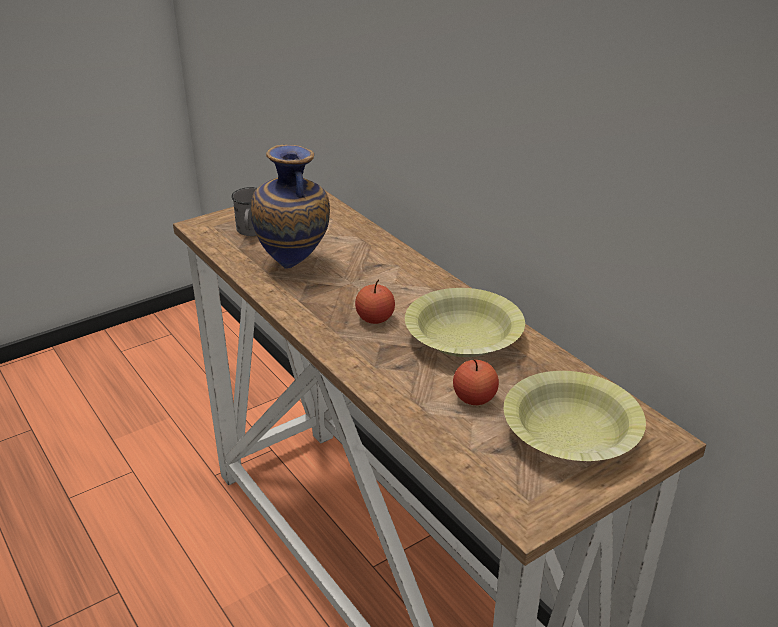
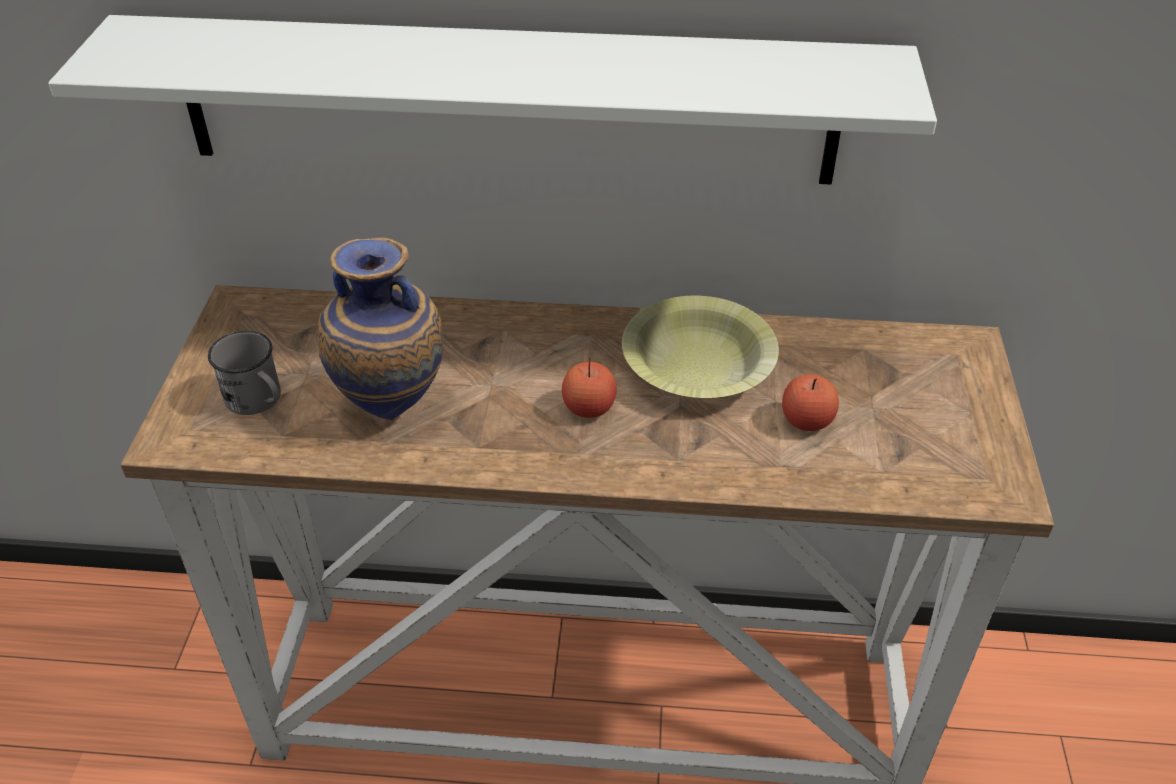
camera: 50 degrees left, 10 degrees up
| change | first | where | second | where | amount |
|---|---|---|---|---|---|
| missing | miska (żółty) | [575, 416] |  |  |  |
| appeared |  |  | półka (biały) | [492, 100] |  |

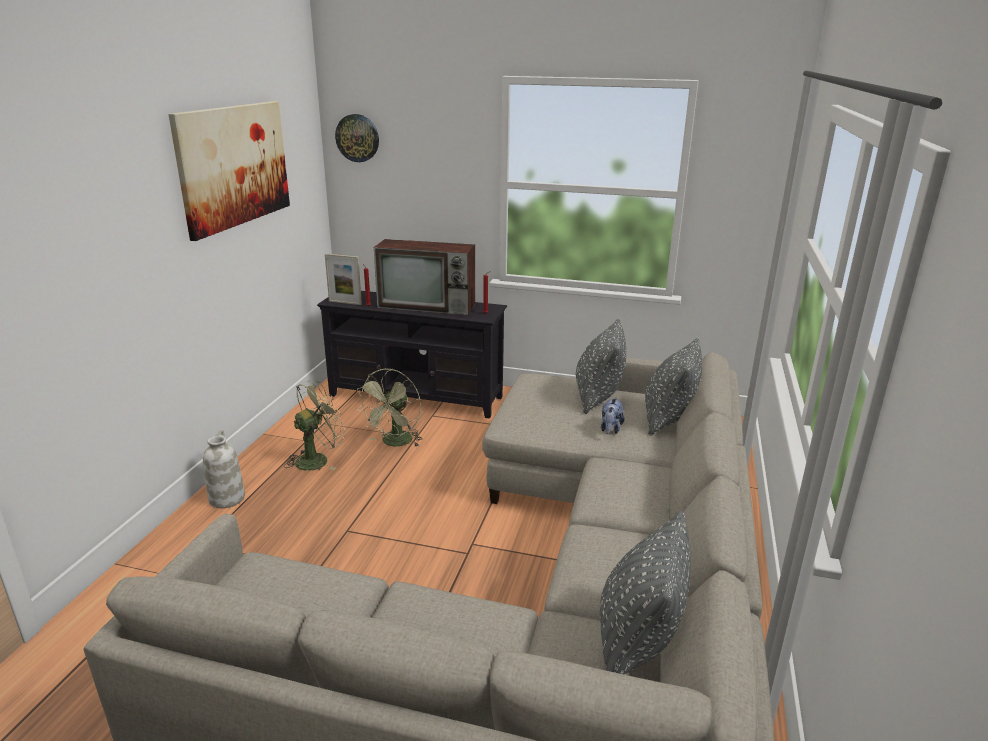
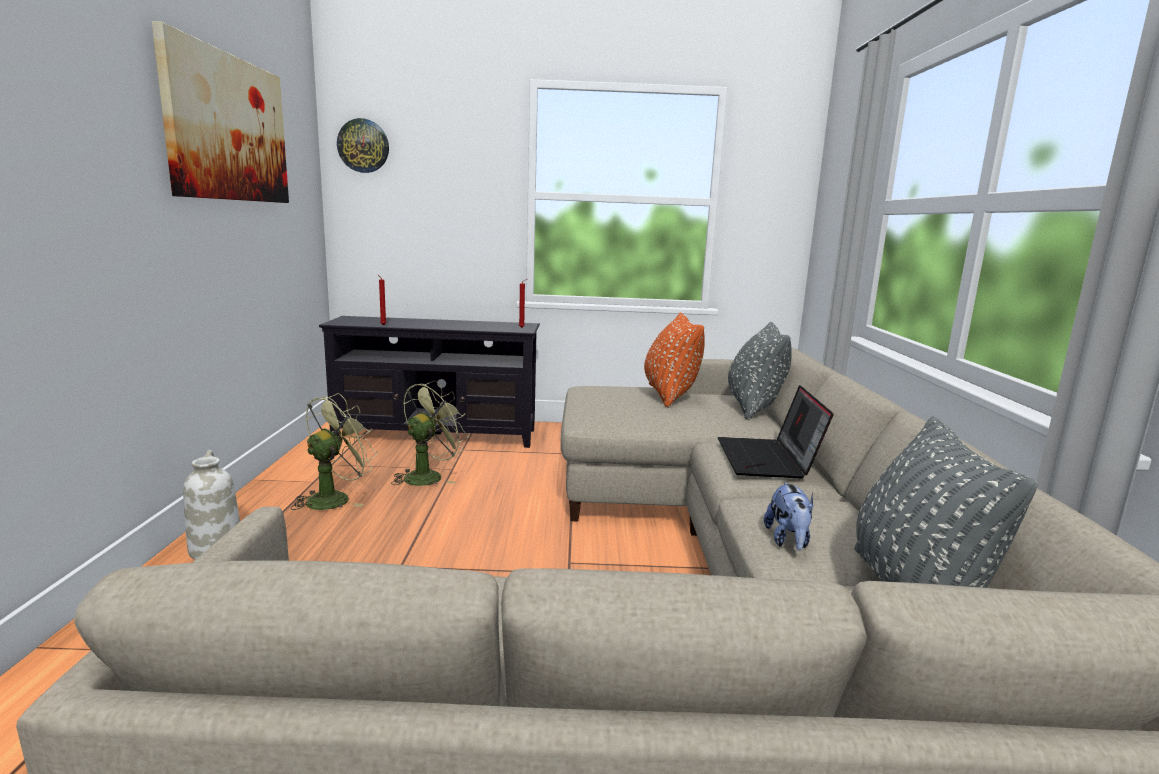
camera: 15 degrees left, 10 degrees down
| change | first | where | second | where | amount |
|---|---|---|---|---|---|
| missing | ramka na zdjęcie | [343, 279] |  |  |  |
| missing | telewizor | [424, 277] |  |  |  |
| appeared |  |  | laptop | [776, 431] |  |
| relocated | pluszak | [612, 415] |  | [789, 516] |  |
| colour | poduszka (szary) | [601, 366] | poduszka (pomarańczowy) | [674, 360] |  |
| spun | wentylator (zielony) | [389, 408] |  | [430, 433] | 150 degrees counterclockwise |

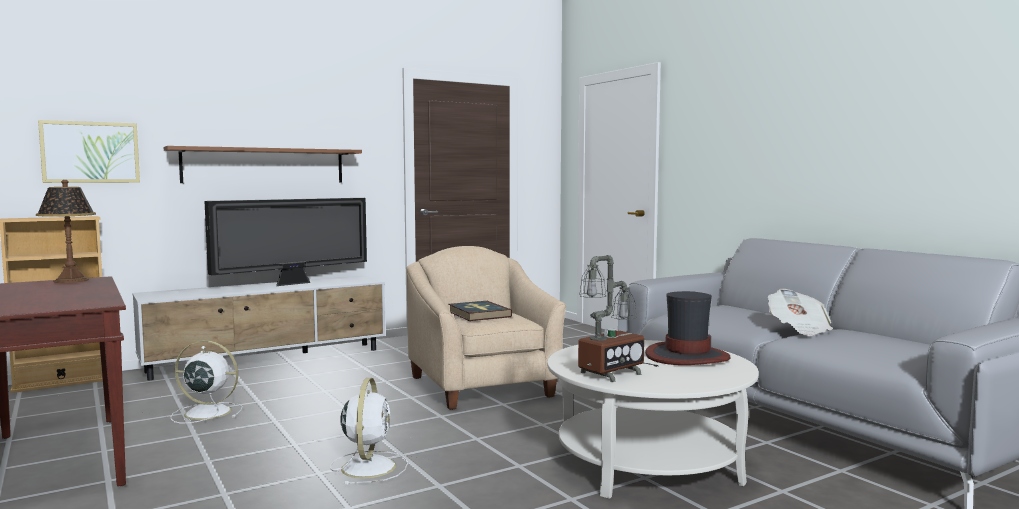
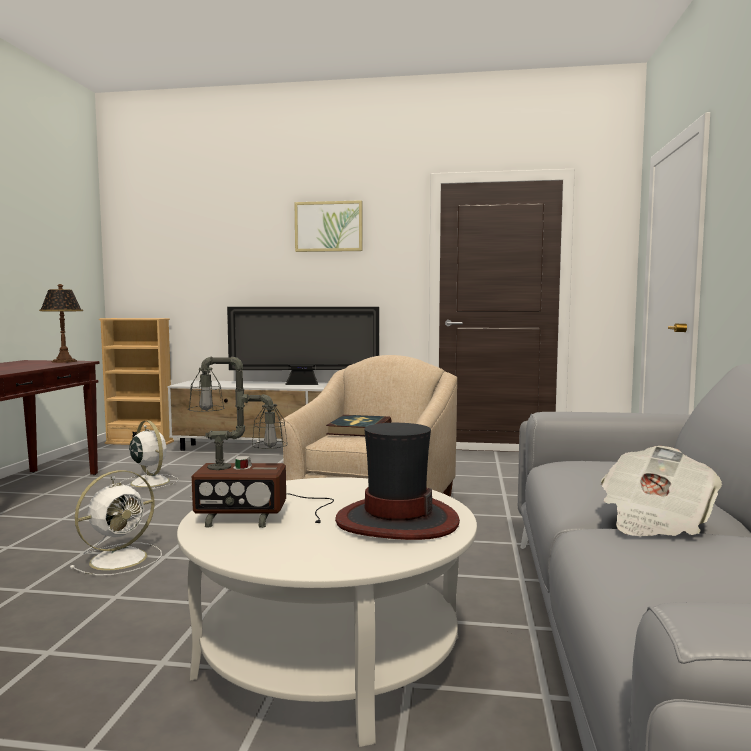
camera: 40 degrees right, 0 degrees up
| change | first | where | second | where | amount |
|---|---|---|---|---|---|
| missing | półka (brązowy) | [263, 164] |  |  |  |
| relocated | obraz | [89, 151] |  | [329, 226] |  |

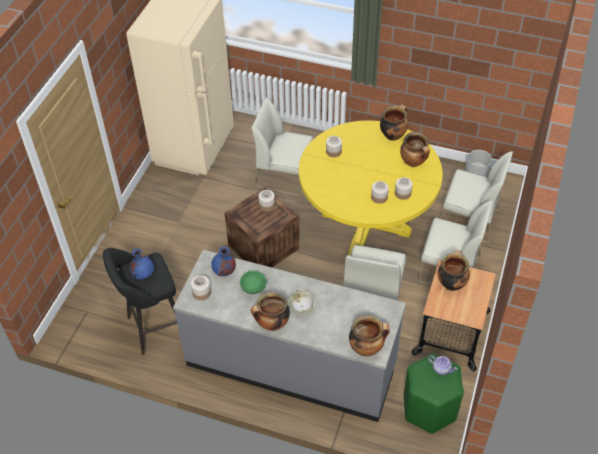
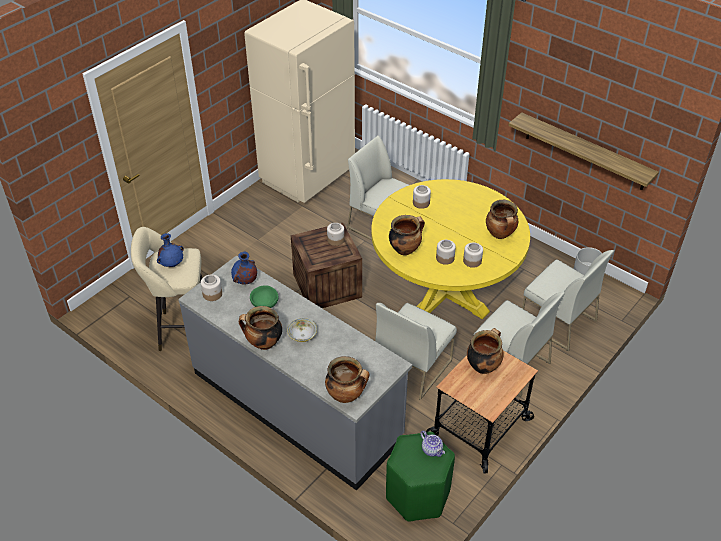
camera: 20 degrees right, 5 degrees down
| change | first | where | second | where | amount |
|---|---|---|---|---|---|
| appeared |  |  | półka | [583, 151] |  |
| relocated | garnek | [394, 123] |  | [407, 235] |  |
| colour | stołek (czarny) | [140, 301] | stołek (beżowy) | [166, 289] |  |

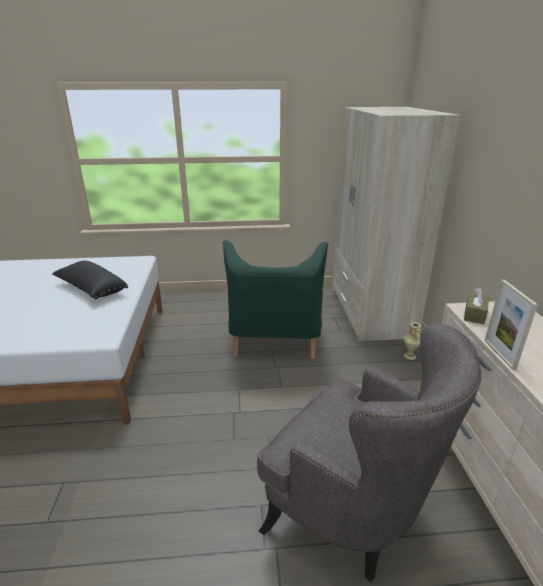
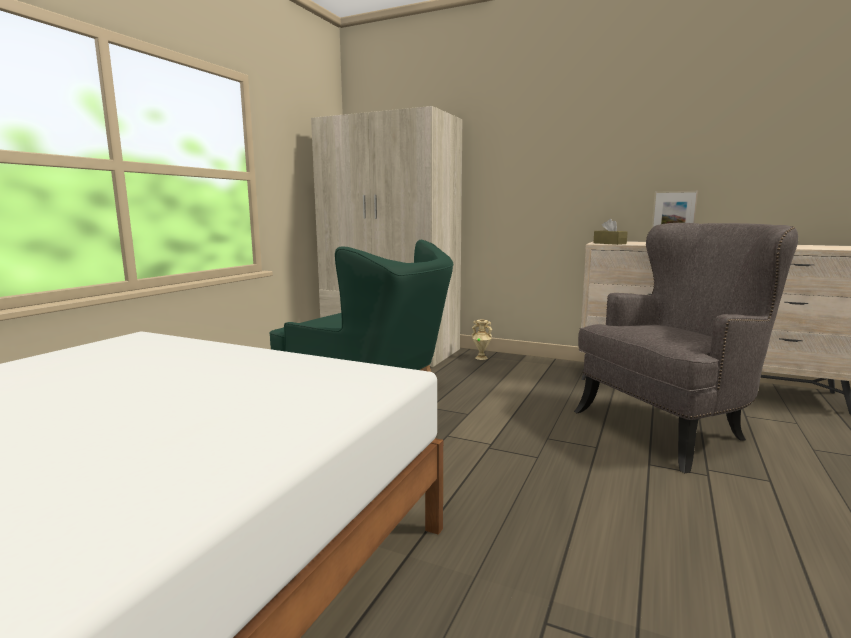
camera: 60 degrees left, 15 degrees down
| change | first | where | second | where | amount |
|---|---|---|---|---|---|
| missing | poduszka (czarny) | [90, 279] |  |  |  |

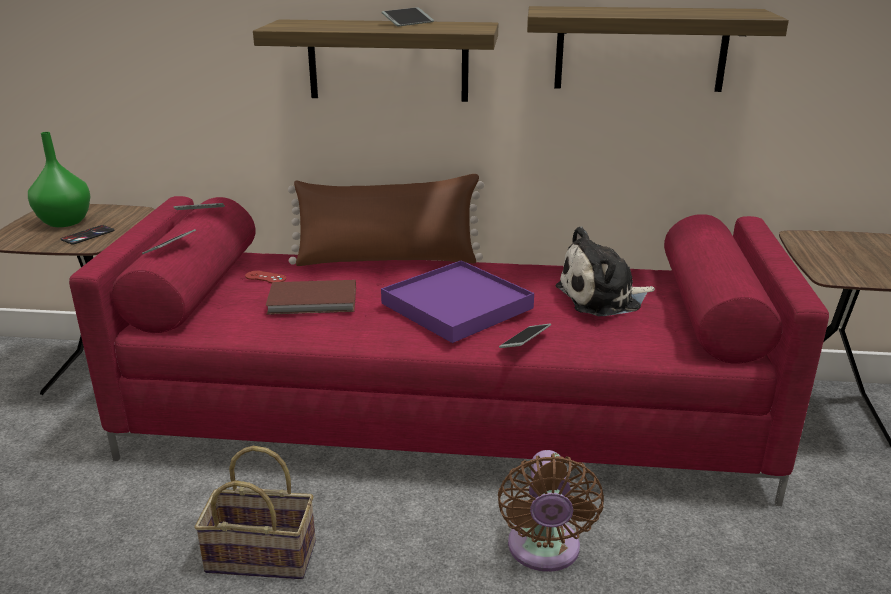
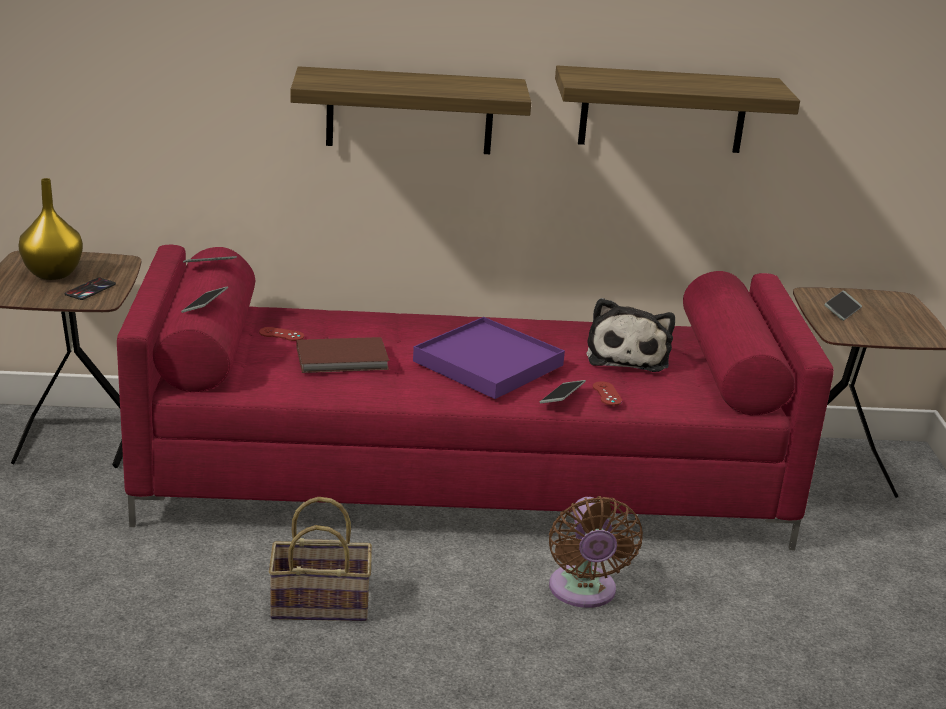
camera: 10 degrees left, 0 degrees up
| change | first | where | second | where | amount |
|---|---|---|---|---|---|
| missing | poduszka (brązowy) | [386, 220] |  |  |  |
| appeared |  |  | pad do gier (czerwony) | [607, 393] |  |
| relocated | telefon | [408, 16] |  | [843, 306] |  |
| colour | wazon (zielony) | [59, 179] | wazon (żółty) | [50, 229] |  |
| spun | pluszak | [605, 271] |  | [631, 335] | 60 degrees counterclockwise |

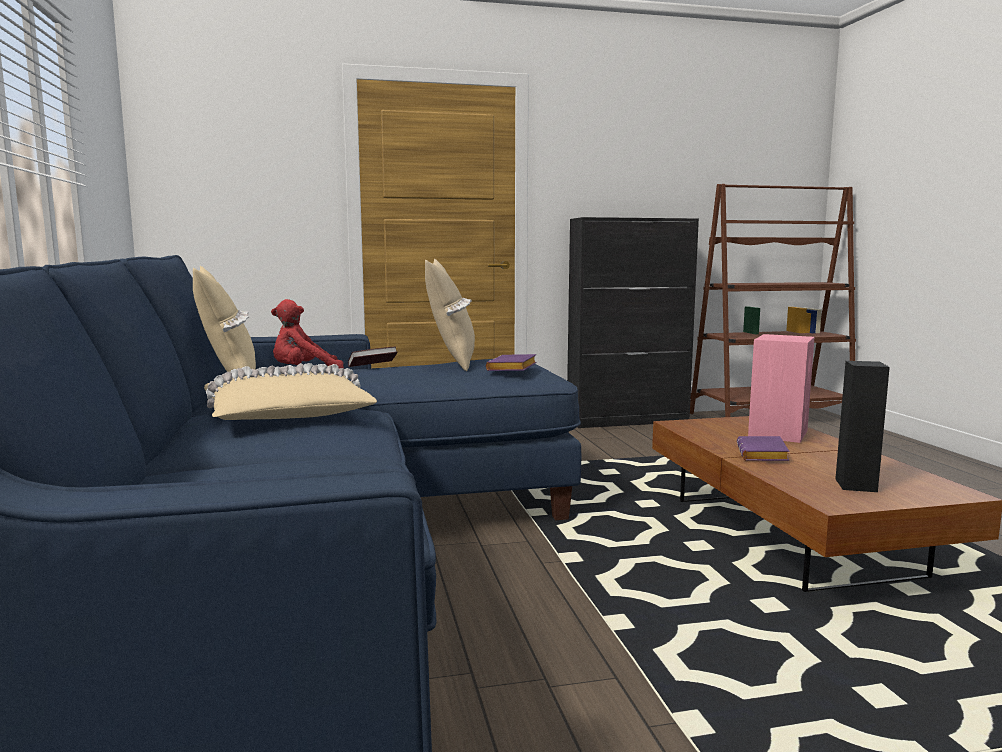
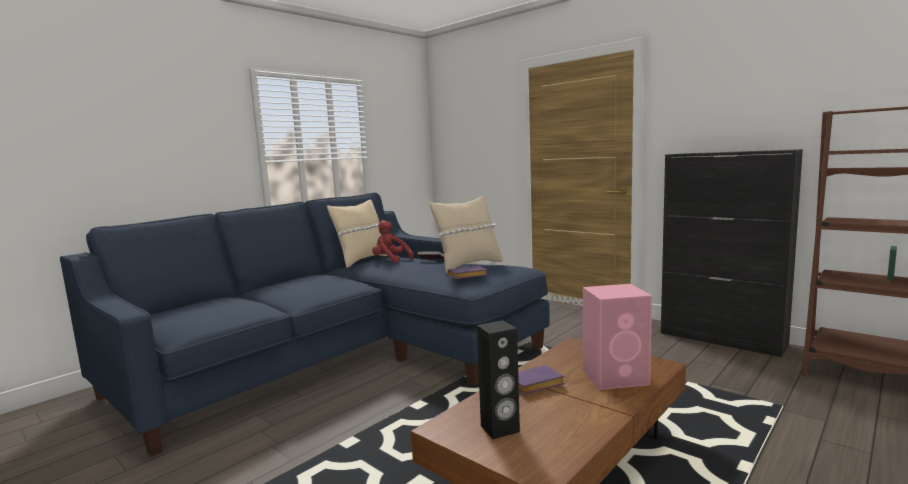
camera: 55 degrees right, 0 degrees up
| change | first | where | second | where | amount |
|---|---|---|---|---|---|
| missing | poduszka (beżowy) | [290, 391] |  |  |  |

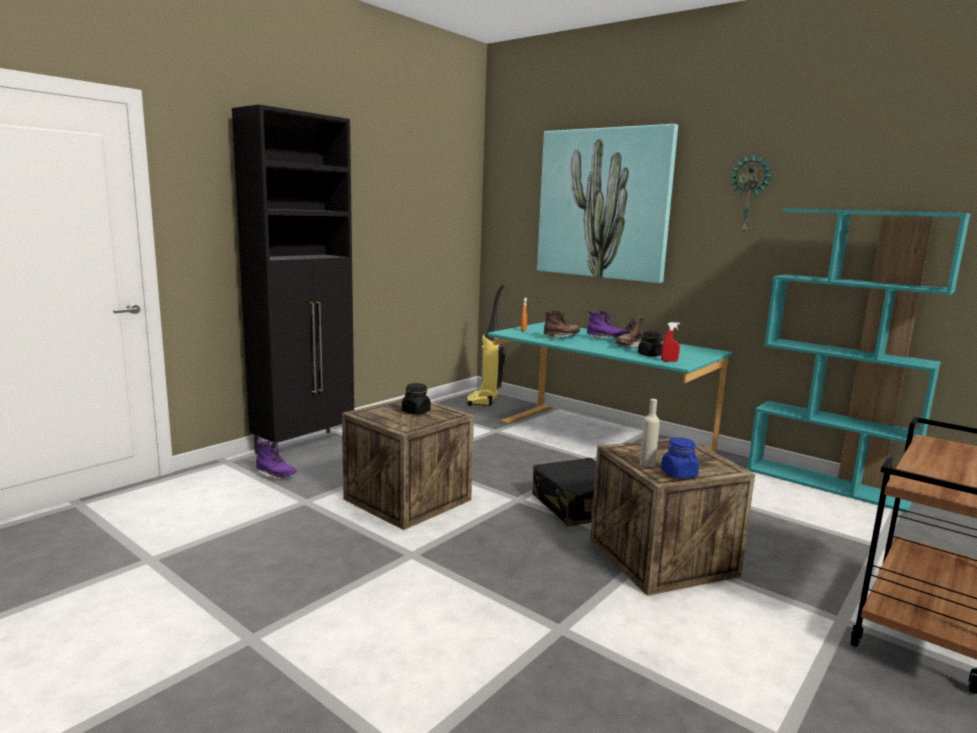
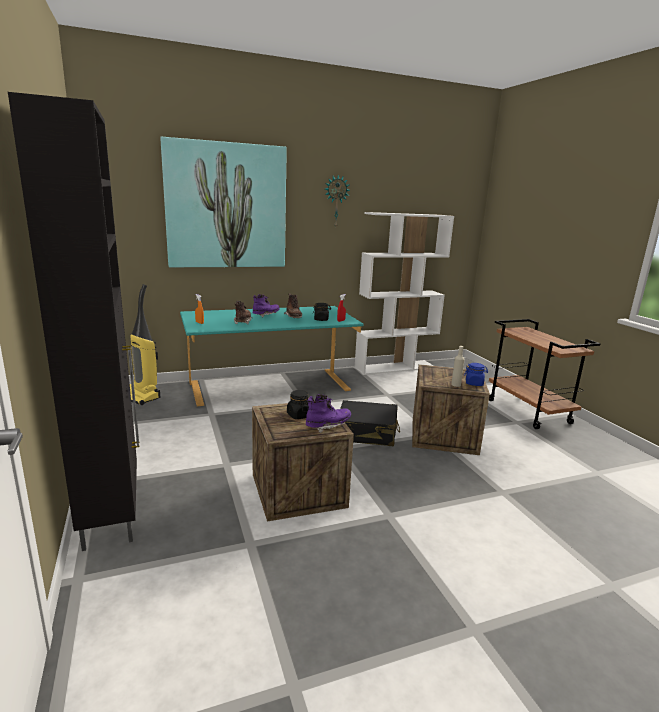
camera: 60 degrees left, 5 degrees up
| change | first | where | second | where | amount |
|---|---|---|---|---|---|
| relocated | but z cholewką (fioletowy) | [276, 460] |  | [328, 413] |  |
| colour | regał (turkusowy) | [858, 361] | regał (biały) | [404, 293] |  |

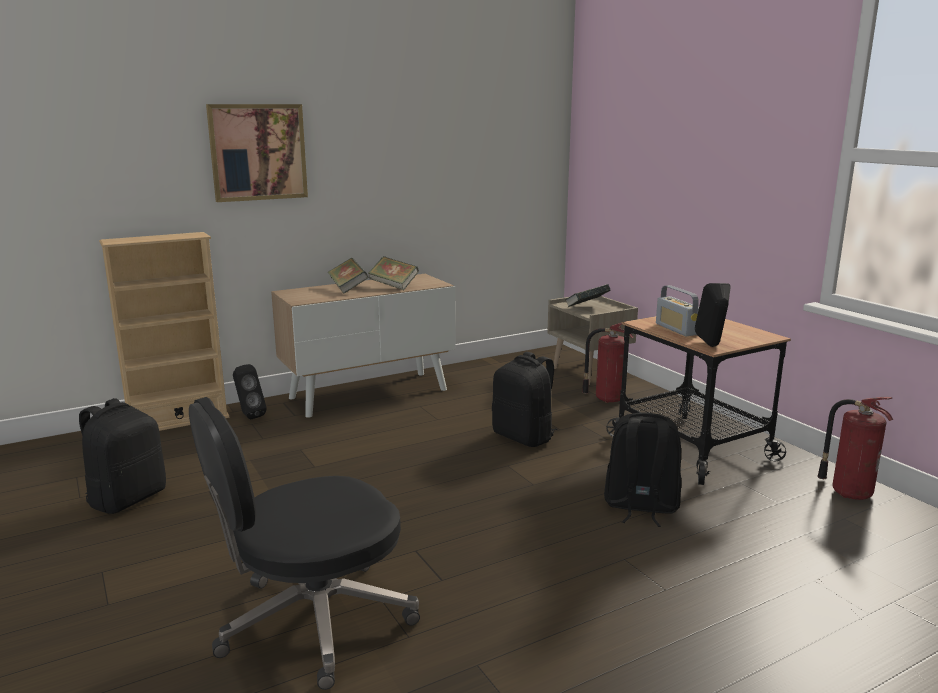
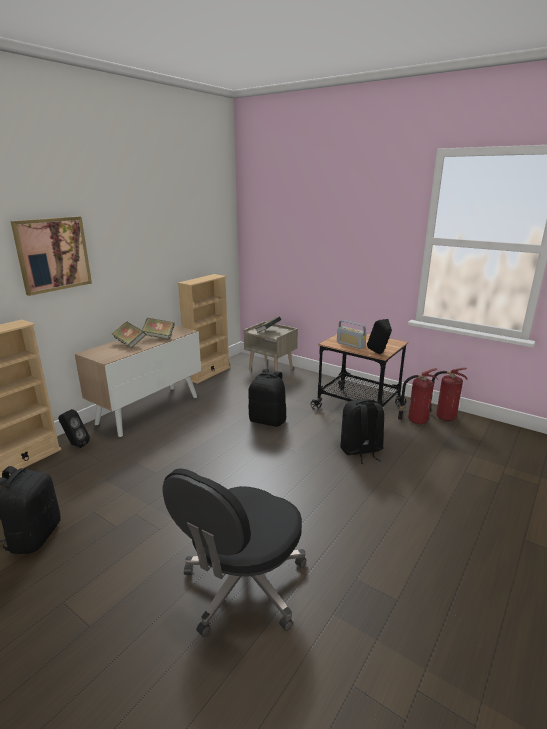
camera: 25 degrees left, 5 degrees up
| change | first | where | second | where | amount |
|---|---|---|---|---|---|
| appeared |  |  | regał (beżowy) | [203, 329] |  |
| relocated | gaśnica | [607, 362] |  | [418, 396] |  |

